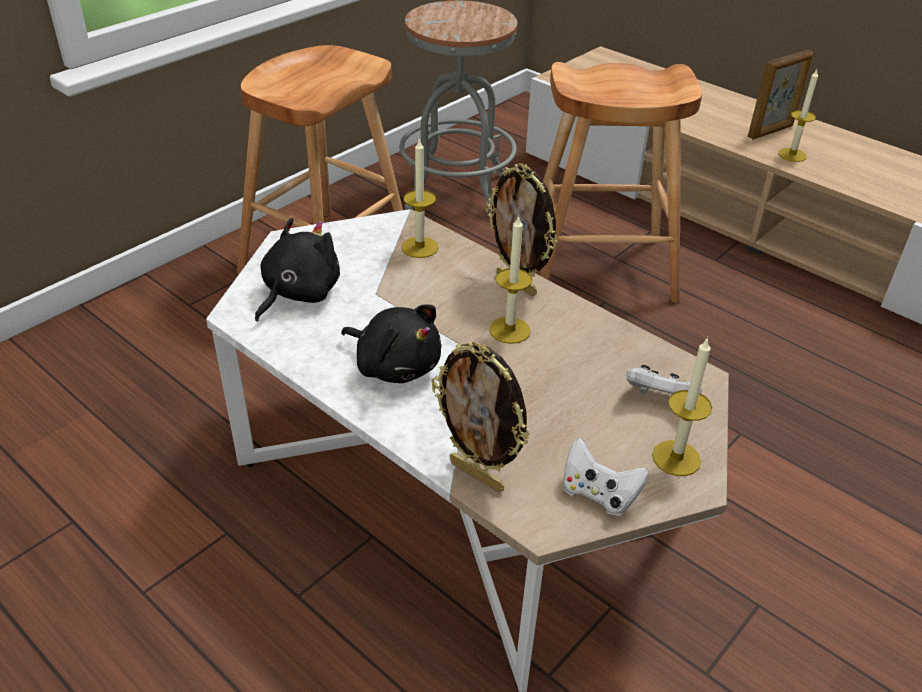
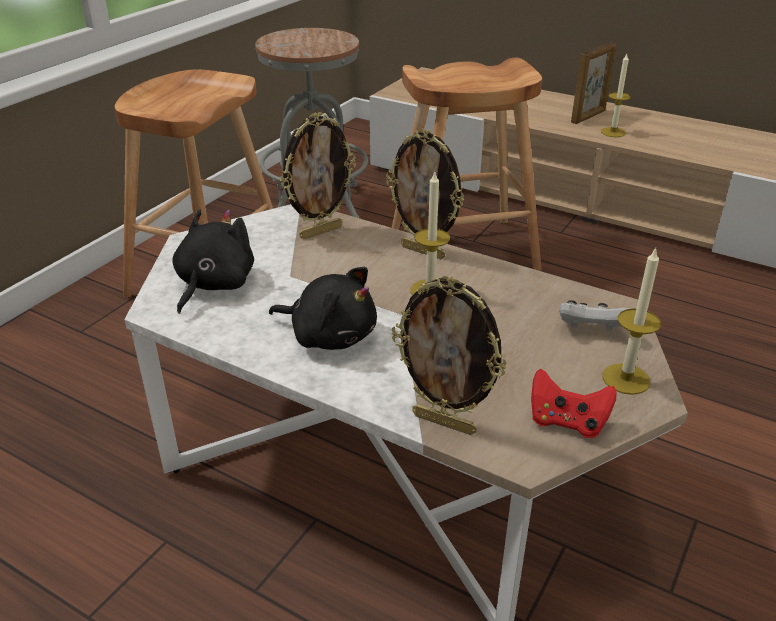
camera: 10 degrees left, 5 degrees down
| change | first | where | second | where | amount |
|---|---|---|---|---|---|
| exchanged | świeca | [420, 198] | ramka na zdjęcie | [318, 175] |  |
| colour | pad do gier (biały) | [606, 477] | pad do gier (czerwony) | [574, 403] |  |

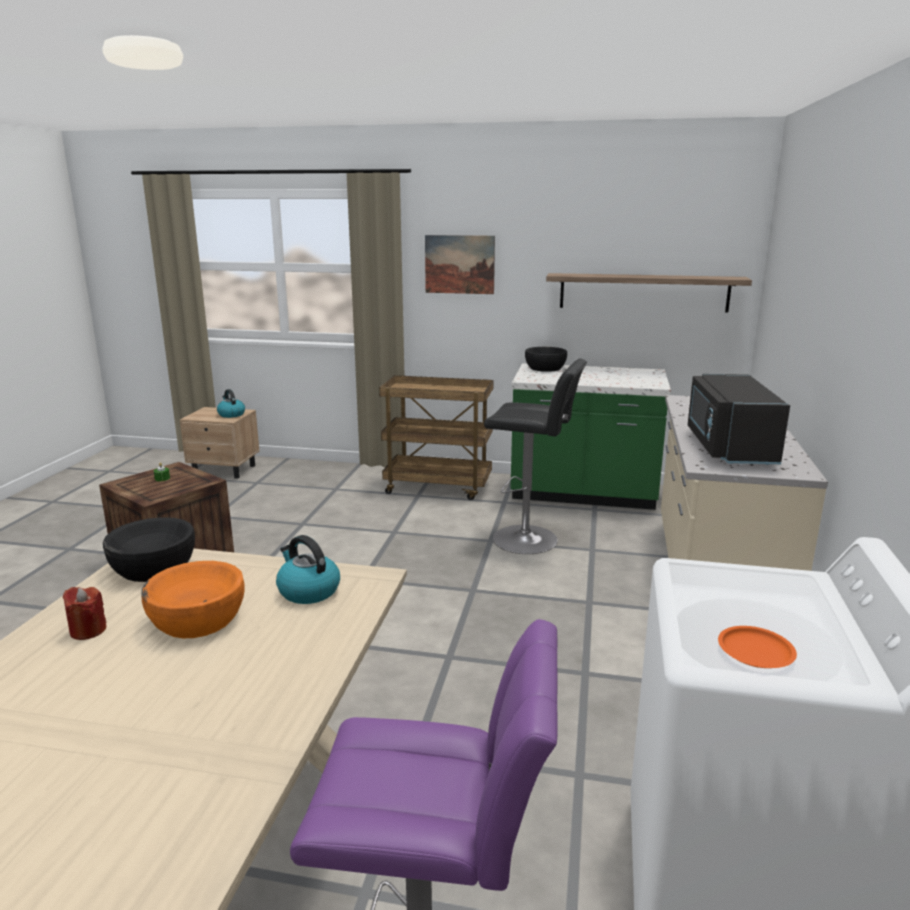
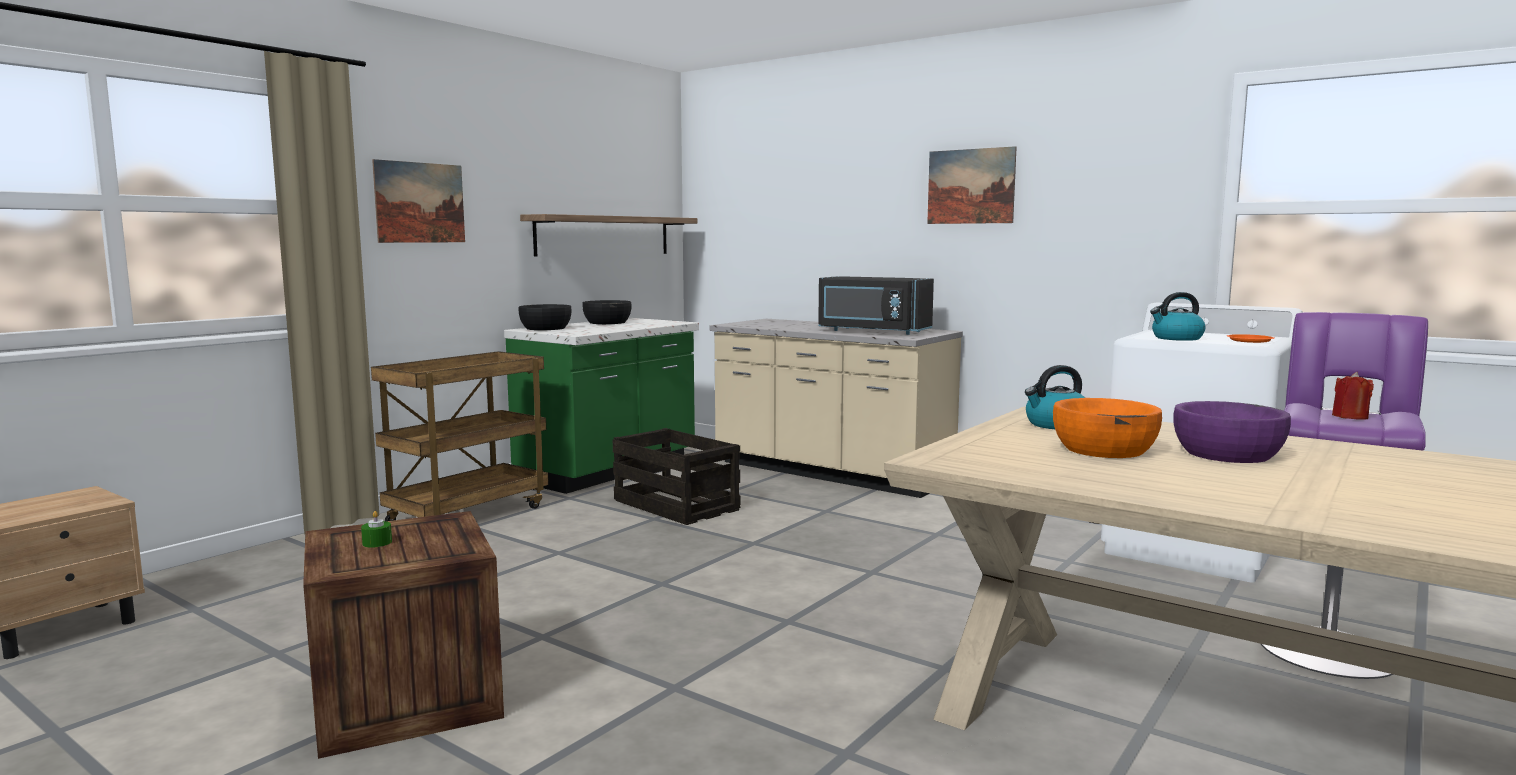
camera: 65 degrees left, 10 degrees down
| change | first | where | second | where | amount |
|---|---|---|---|---|---|
| appeared |  |  | obraz | [972, 185] |  |
| appeared |  |  | miska (fioletowy) | [1232, 432] |  |
| relocated | świeca (czerwony) | [84, 613] |  | [1353, 396] |  |
| relocated | miska (czarny) | [149, 549] |  | [607, 312] |  |
| relocated | czajnik | [231, 403] |  | [1178, 316] |  |
| exchanged | stołek (czarny) | [535, 456] | skrzynka | [676, 476] |  |

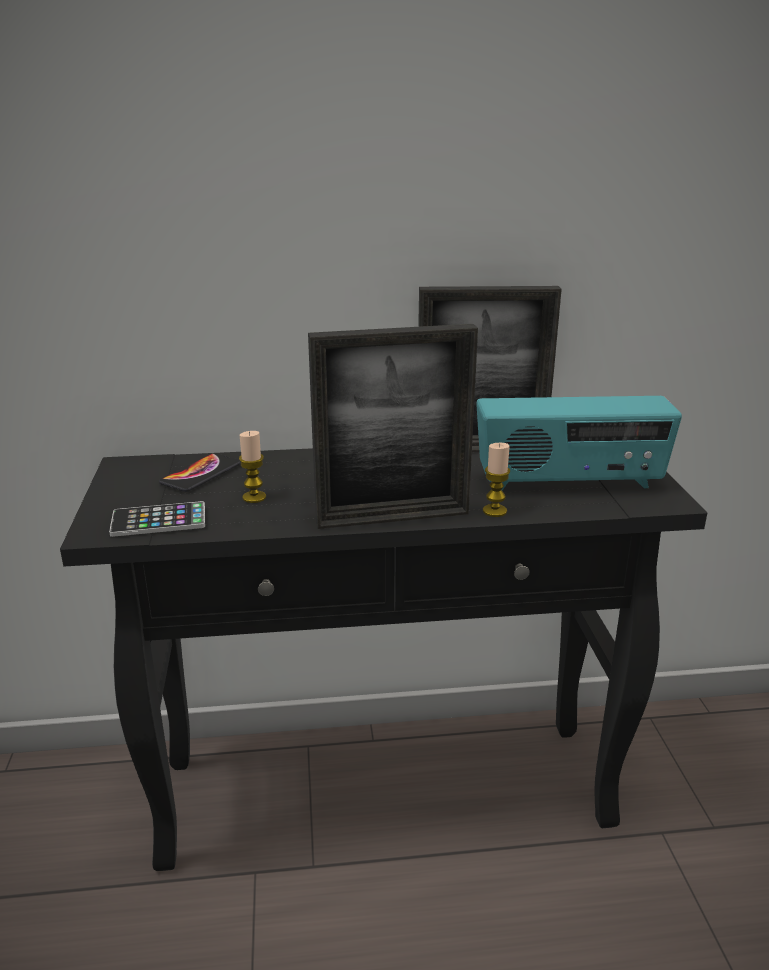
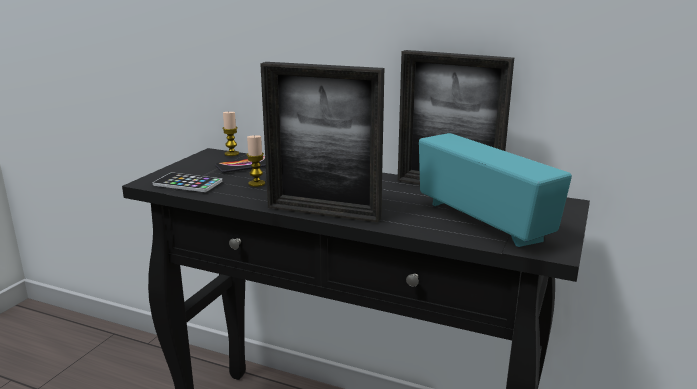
camera: 30 degrees right, 5 degrees down
| change | first | where | second | where | amount |
|---|---|---|---|---|---|
| relocated | świeca | [496, 480] |  | [230, 134] |  |
| spun | radio | [579, 443] |  | [495, 190] | 150 degrees counterclockwise |

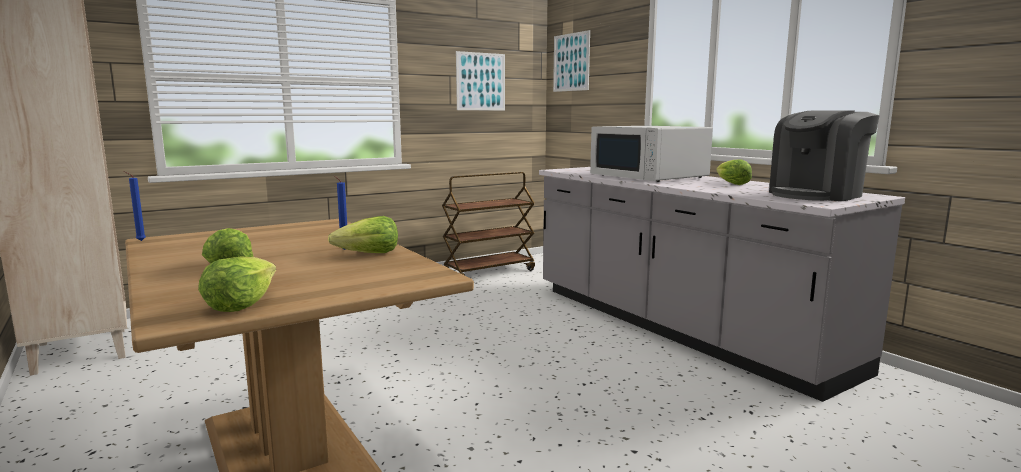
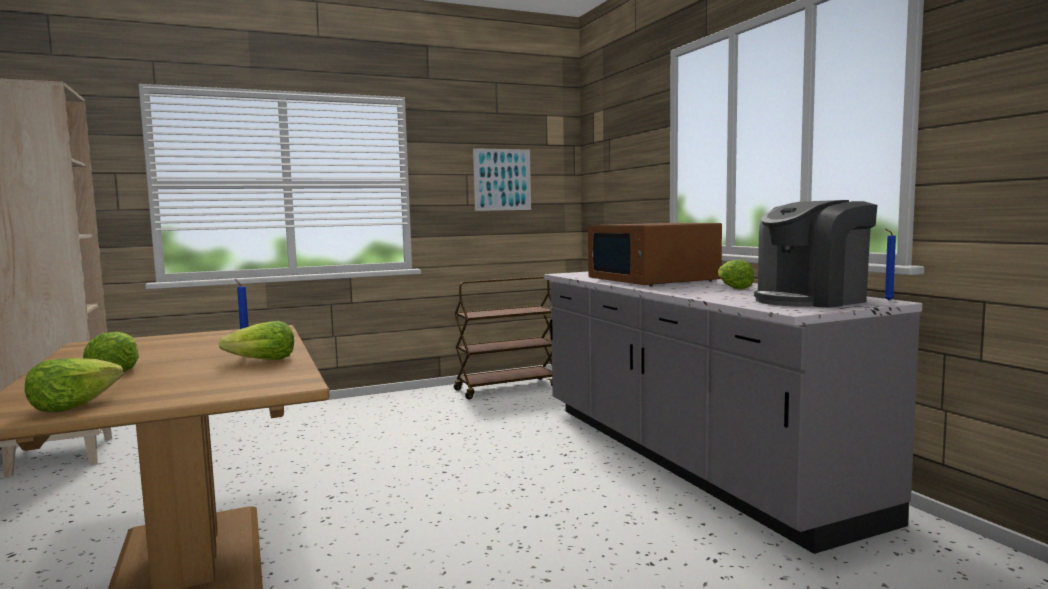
camera: 10 degrees right, 5 degrees down
| change | first | where | second | where | amount |
|---|---|---|---|---|---|
| missing | obraz | [571, 61] |  |  |  |
| relocated | świeca (niebieski) | [135, 206] |  | [890, 264] |  |
| colour | mikrofalówka (biały) | [651, 154] | mikrofalówka (brązowy) | [655, 254] |  |

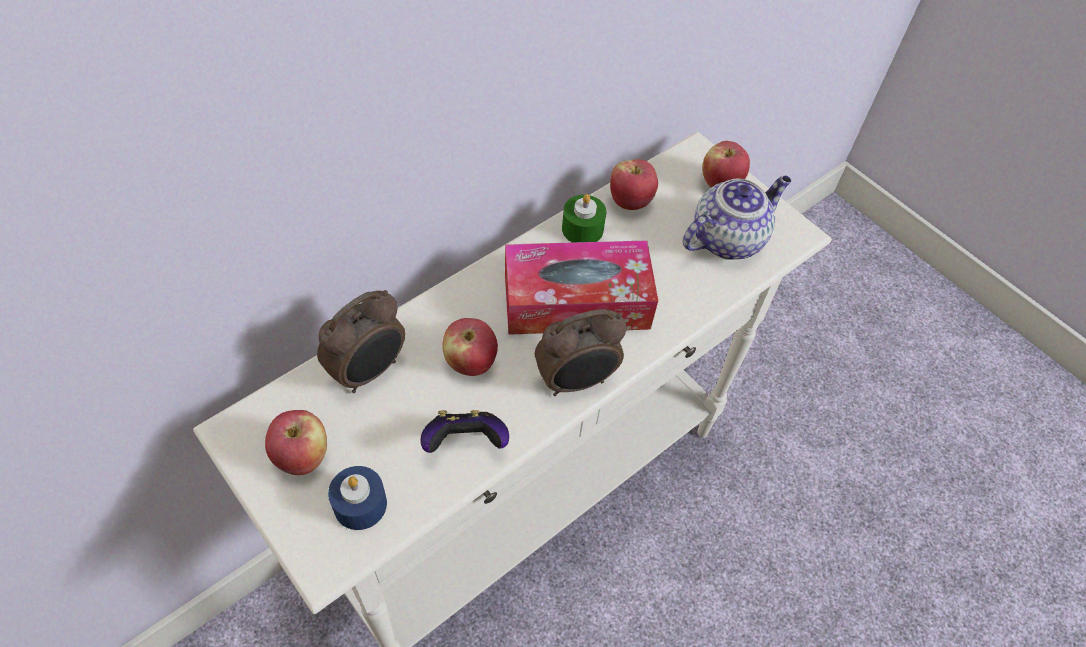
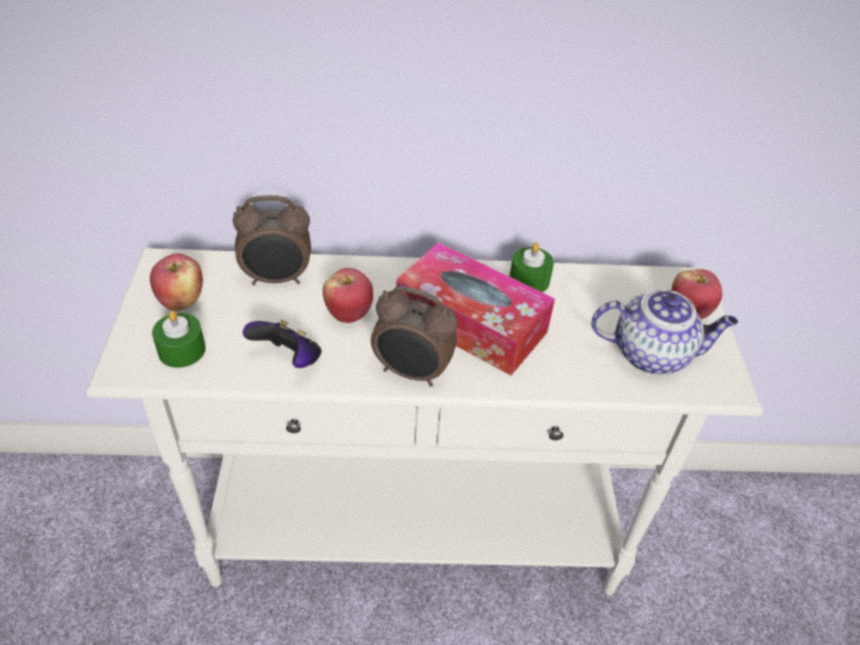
camera: 40 degrees right, 10 degrees down
| change | first | where | second | where | amount |
|---|---|---|---|---|---|
| missing | jabłko | [634, 184] |  |  |  |
| colour | świeca (niebieski) | [357, 498] | świeca (zielony) | [179, 339] |  |

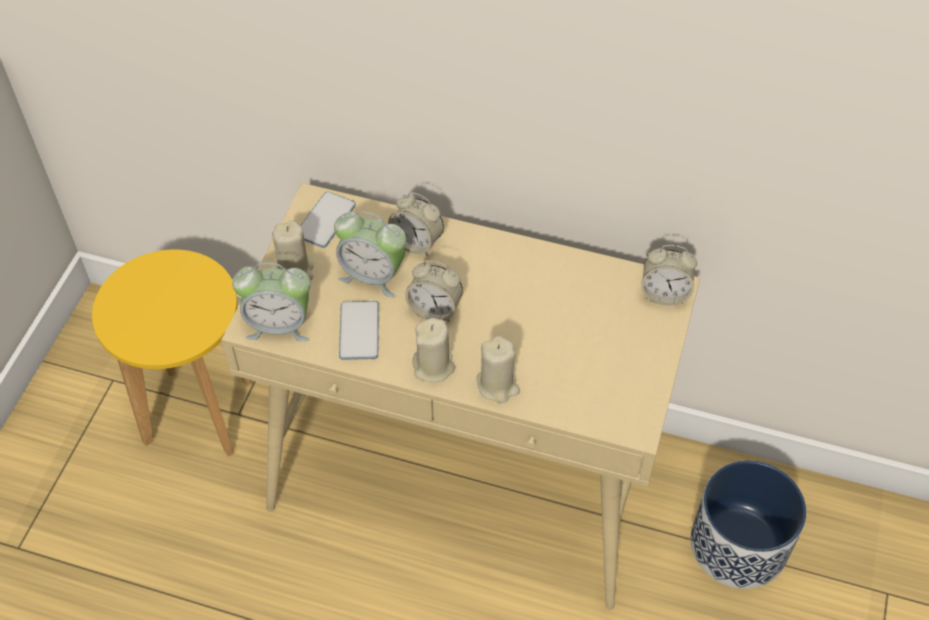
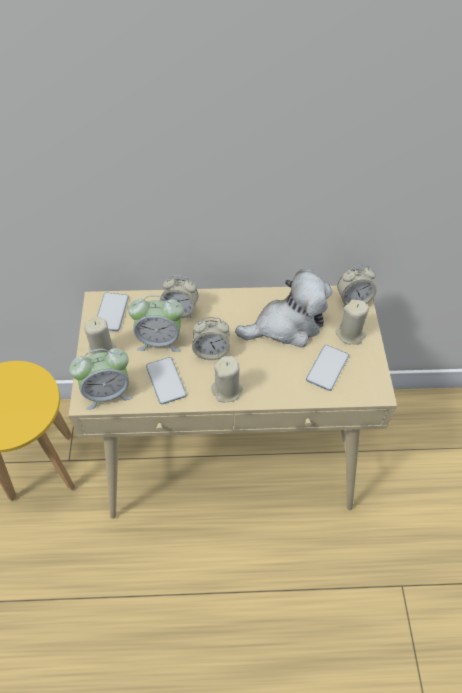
camera: 20 degrees left, 0 degrees up
| change | first | where | second | where | amount |
|---|---|---|---|---|---|
| missing | donica | [748, 524] |  |  |  |
| appeared |  |  | pluszak | [284, 308] |  |
| appeared |  |  | telefon | [327, 368] |  |
| relocated | świeca (beżowy) | [498, 369] |  | [352, 322] |  |

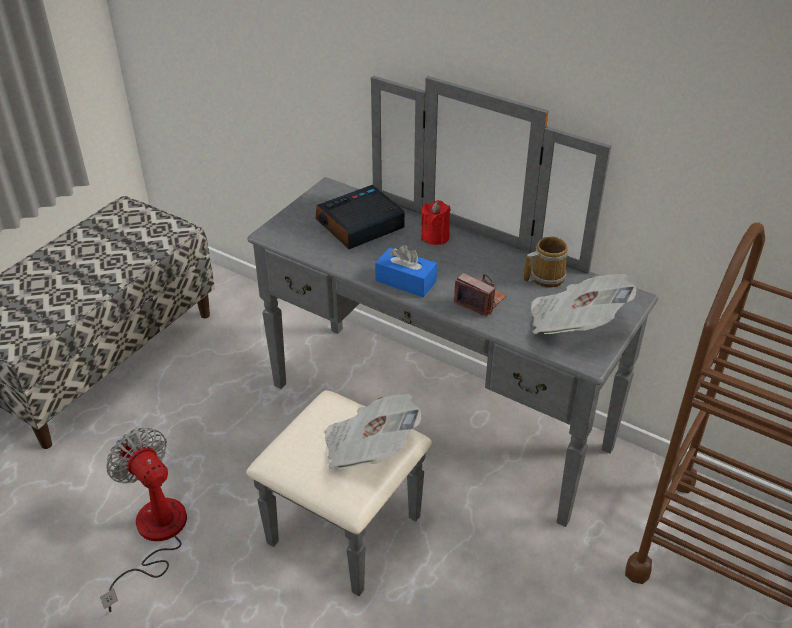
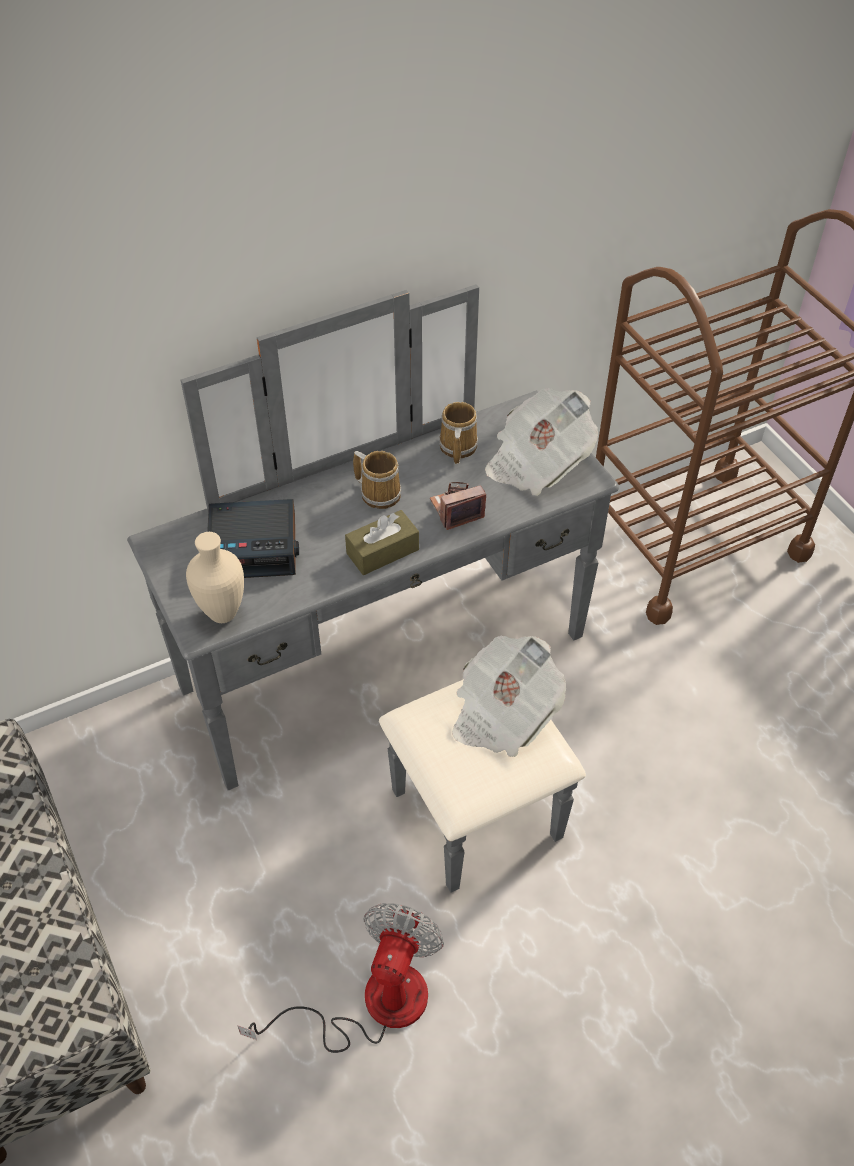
camera: 60 degrees left, 10 degrees up
| change | first | where | second | where | amount |
|---|---|---|---|---|---|
| missing | świeca (czerwony) | [436, 222] |  |  |  |
| appeared |  |  | wazon (beżowy) | [215, 577] |  |
| appeared |  |  | kubek | [377, 480] |  |
| colour | pudełko chusteczek (niebieski) | [406, 271] | pudełko chusteczek (brązowy) | [382, 542] |  |
| spun | wentylator | [143, 520] |  | [340, 978] | 120 degrees clockwise |
| spun | budzik | [360, 217] |  | [253, 538] | 90 degrees counterclockwise |

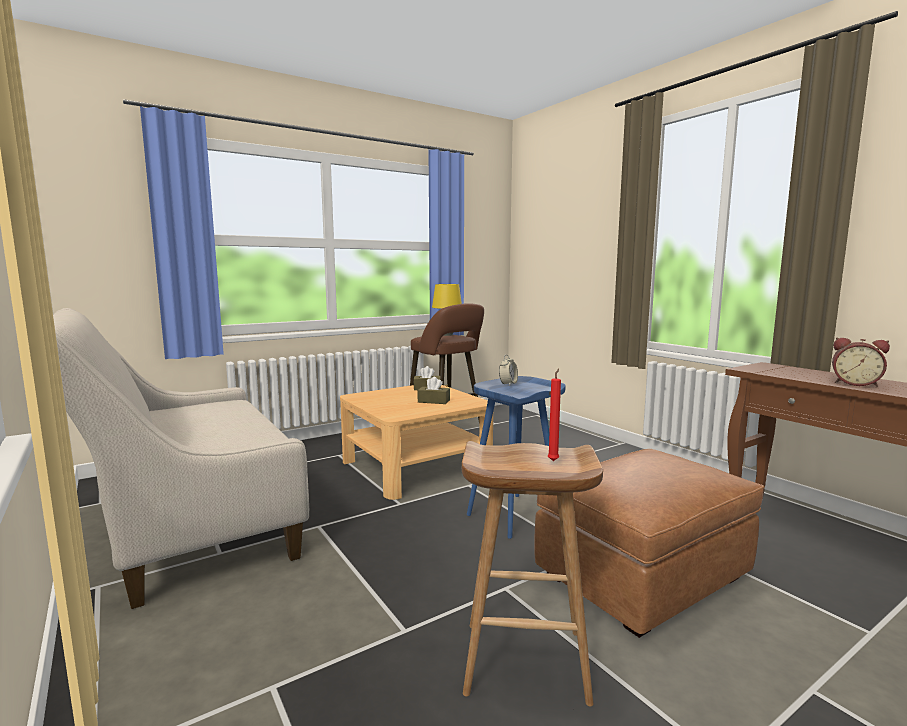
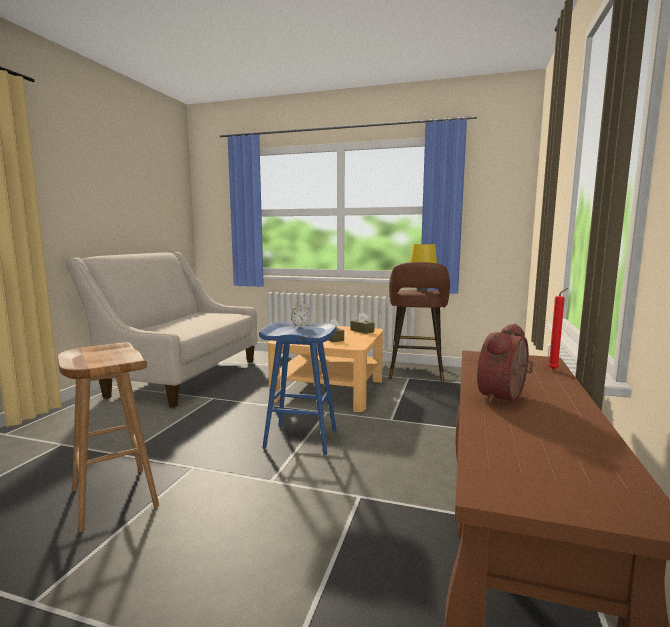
camera: 50 degrees right, 0 degrees up
| change | first | where | second | where | amount |
|---|---|---|---|---|---|
| missing | pufa (brązowy) | [649, 543] |  |  |  |
| relocated | świeca (czerwony) | [554, 414] |  | [558, 329] |  |
| spun | budzik | [861, 362] |  | [505, 364] | 45 degrees clockwise |

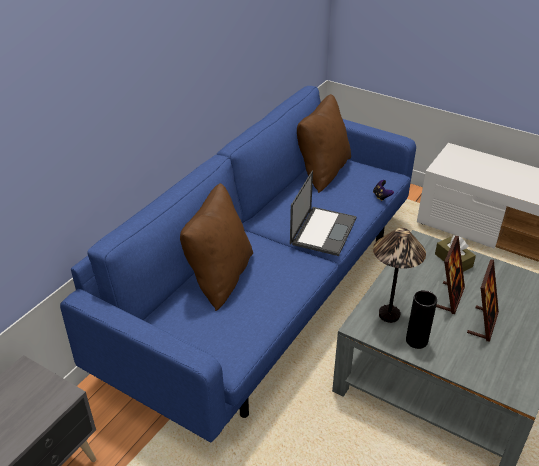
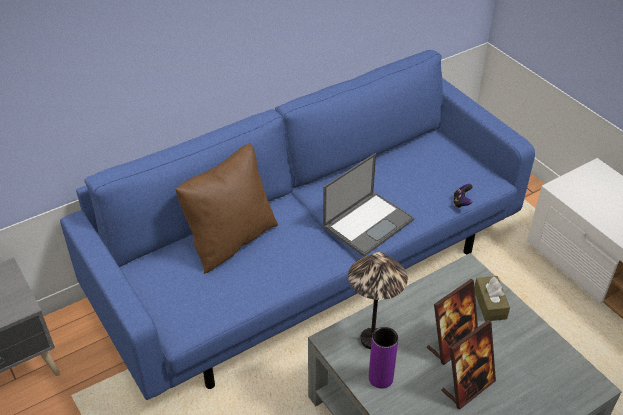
camera: 25 degrees right, 5 degrees up
| change | first | where | second | where | amount |
|---|---|---|---|---|---|
| missing | poduszka (brązowy) | [324, 143] |  |  |  |
| colour | wazon (czarny) | [421, 319] | wazon (fioletowy) | [383, 358] |  |

